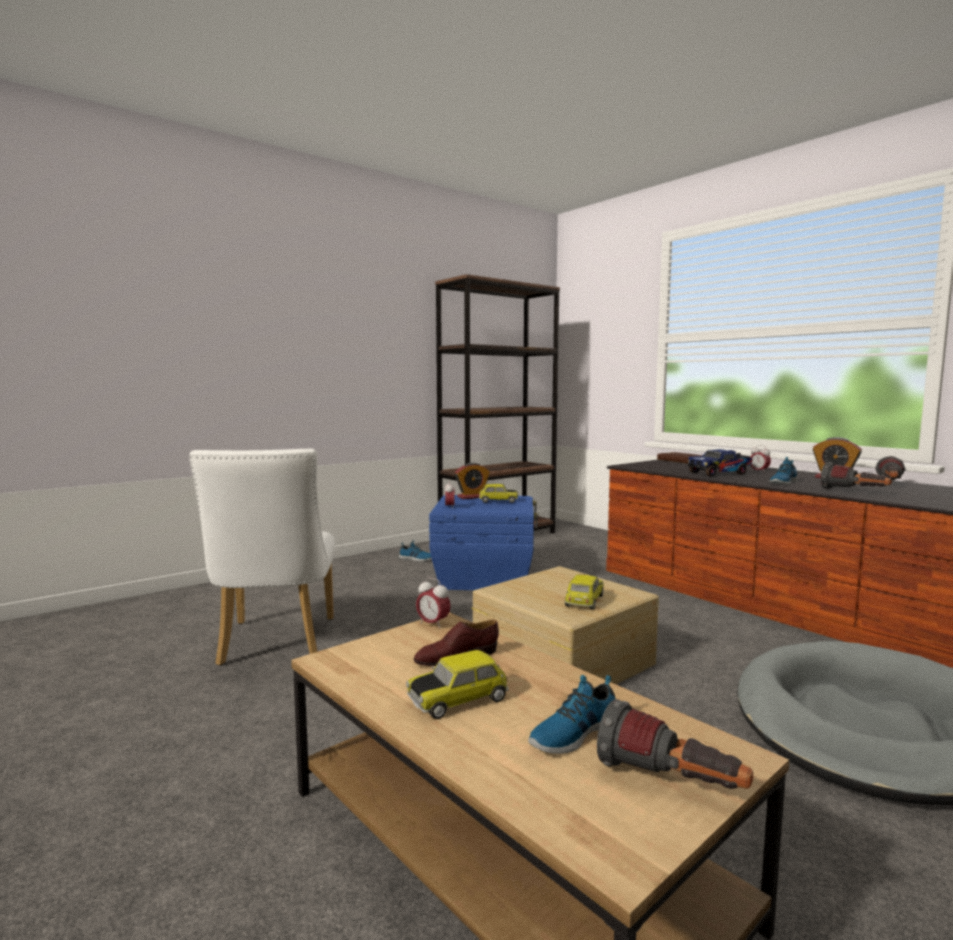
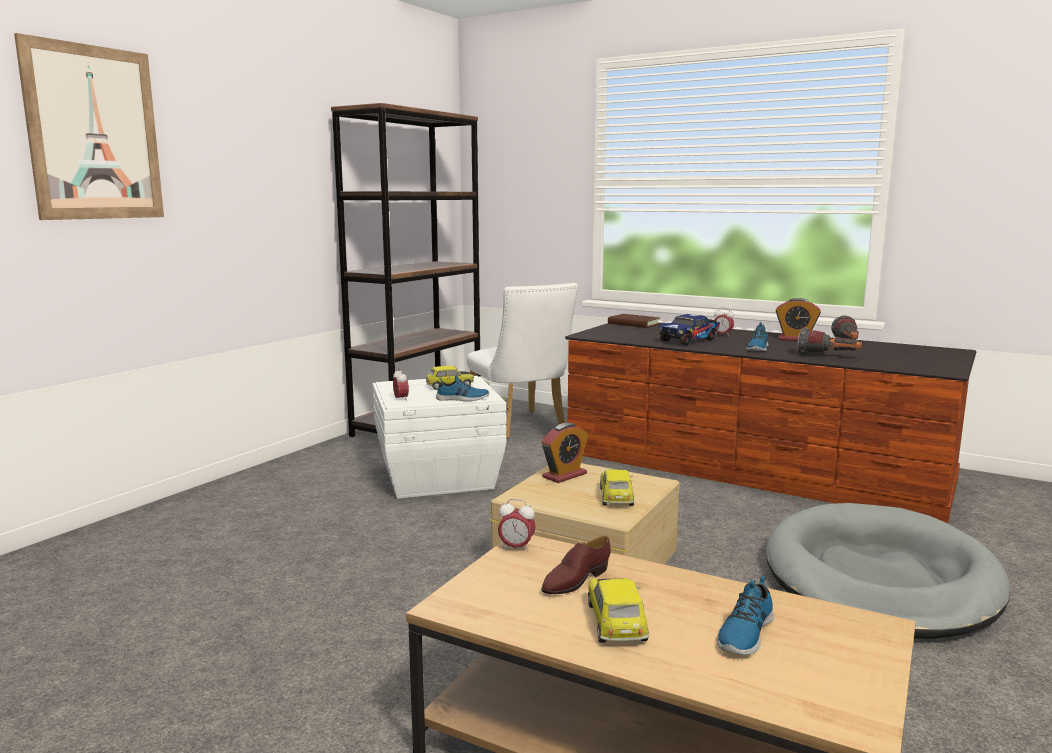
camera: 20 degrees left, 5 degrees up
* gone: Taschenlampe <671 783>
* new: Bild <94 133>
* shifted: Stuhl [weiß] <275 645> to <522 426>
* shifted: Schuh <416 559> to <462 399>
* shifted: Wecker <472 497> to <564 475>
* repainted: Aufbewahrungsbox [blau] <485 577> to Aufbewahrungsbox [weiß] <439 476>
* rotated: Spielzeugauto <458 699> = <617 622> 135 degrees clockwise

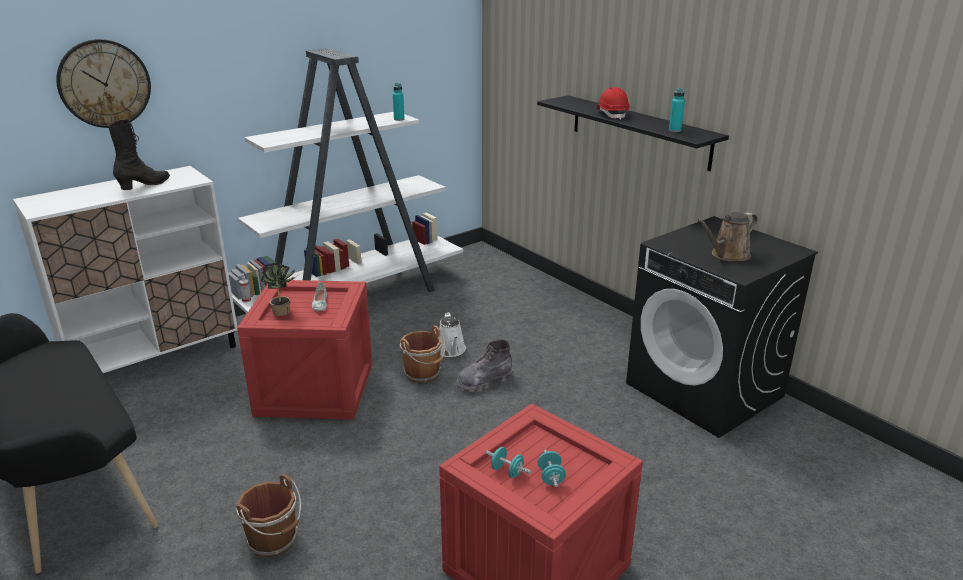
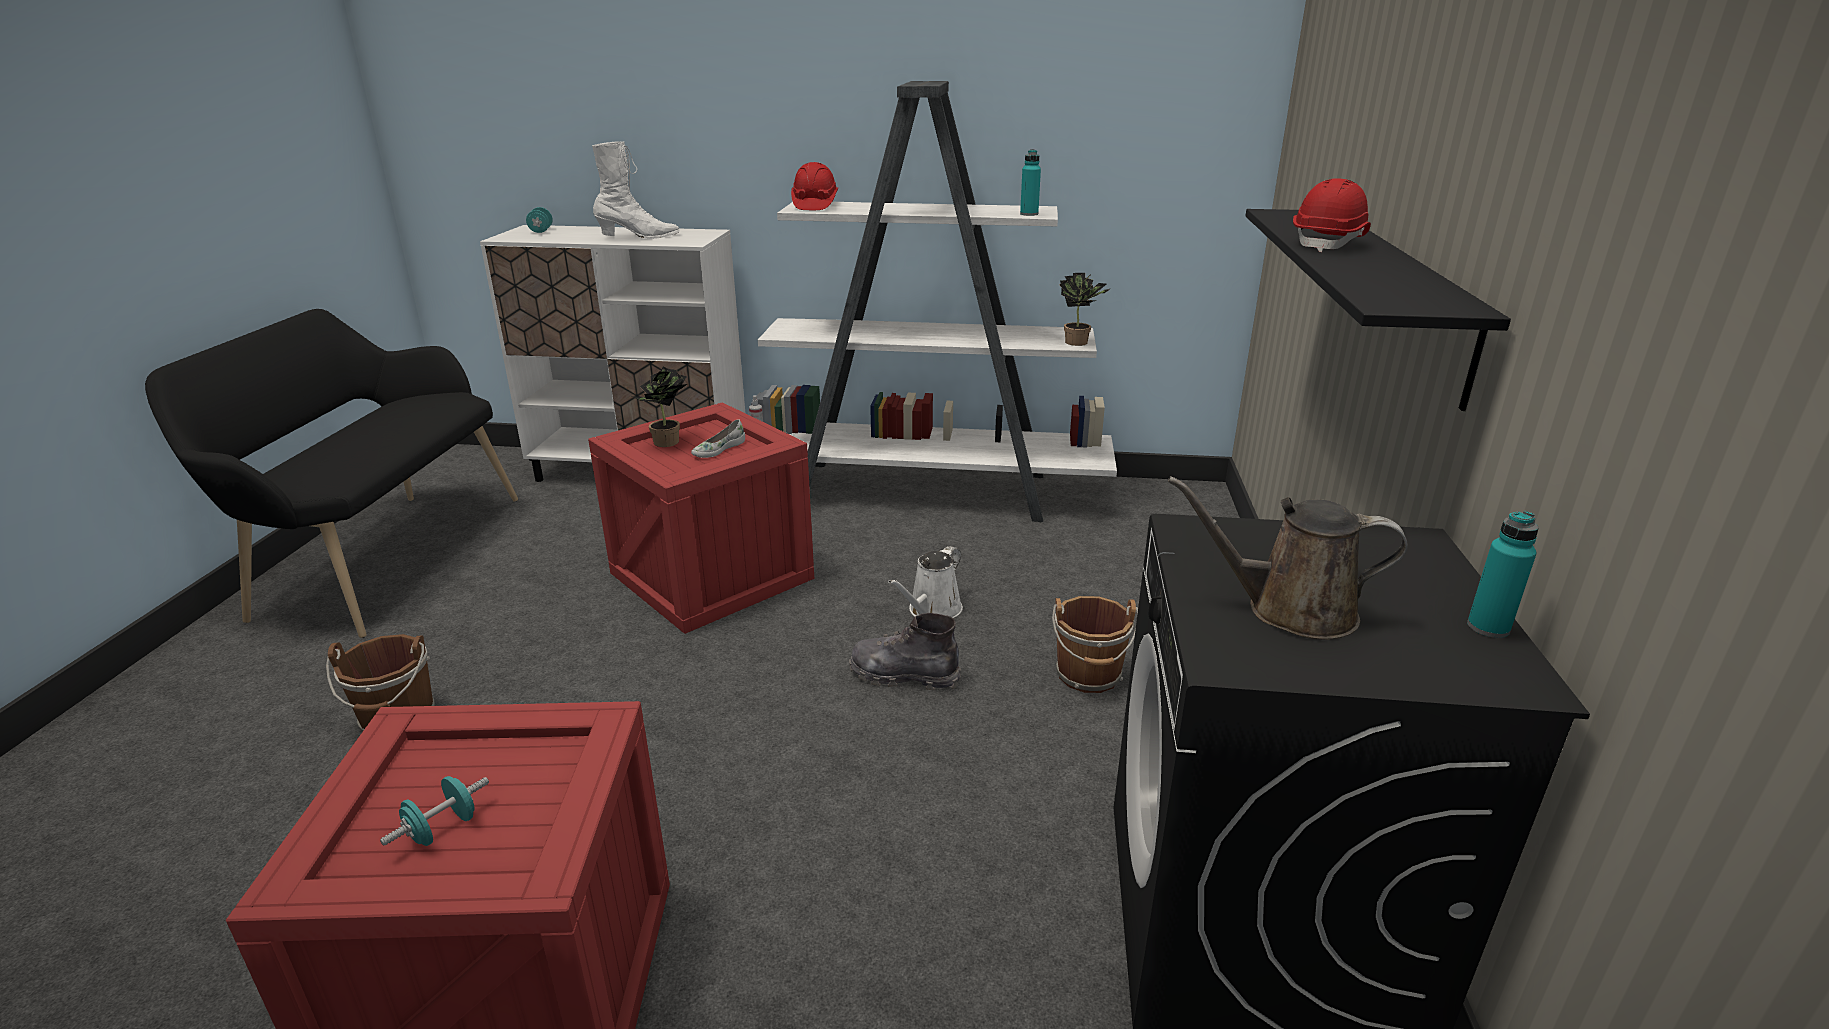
camera: 45 degrees right, 0 degrees up
* gone: Wanduhr <104 84>
* new: Schutzhelm [rot] <814 206>
* new: Topfpflanze <1080 342>
* shifted: Eimer [braun] <423 374> to <1089 676>
* shifted: Hantel [türkis] <507 471> to <541 231>
* shifted: Flasche [türkis] <674 130> to <1488 627>
* repainted: Stiefel [schwarz] <145 185> to Stiefel [weiß] <639 237>

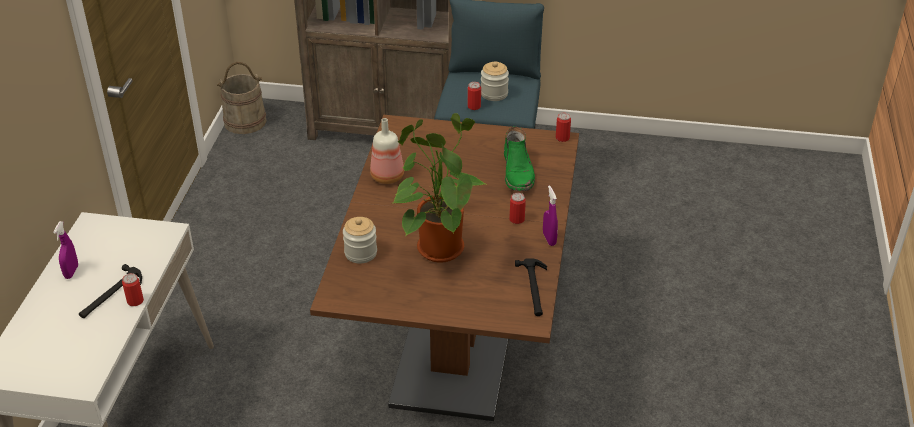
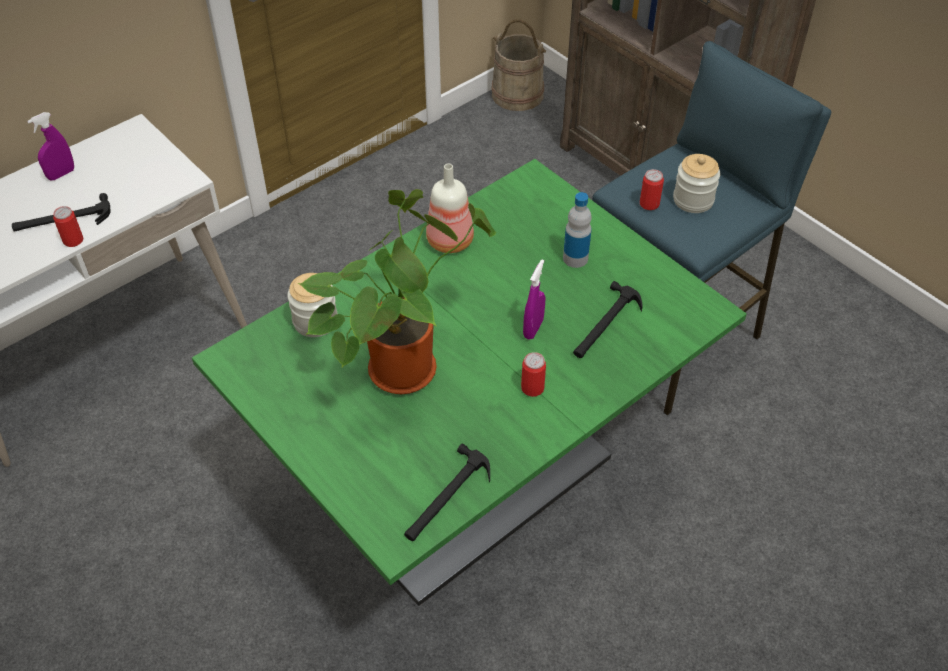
camera: 40 degrees right, 10 degrees up
* gone: Dose <562 138>
* new: Flasche <575 258>
* shifted: Sprühflasche [lila] <549 239> to <533 329>
* swapped: Stiefel [grün] <518 172> to Hammer <605 324>
* repainted: Esstisch [braun] <456 344> to Esstisch [grün] <473 483>

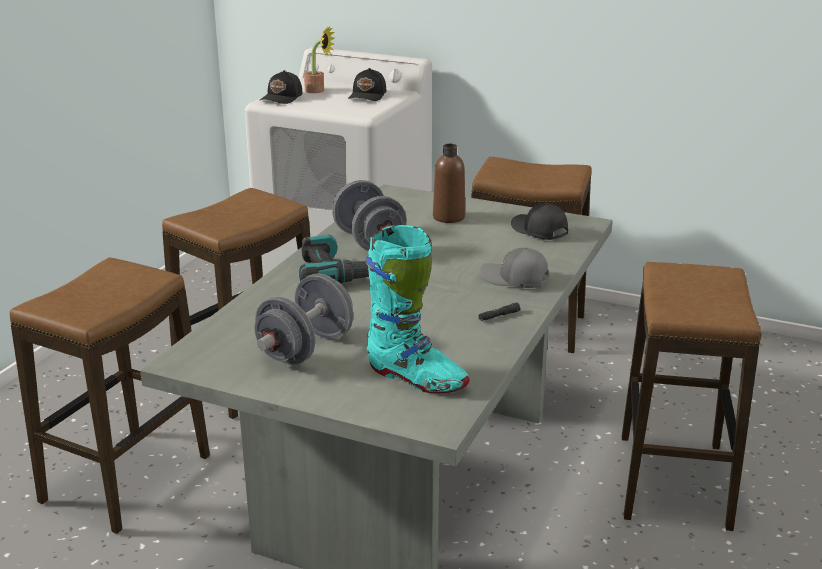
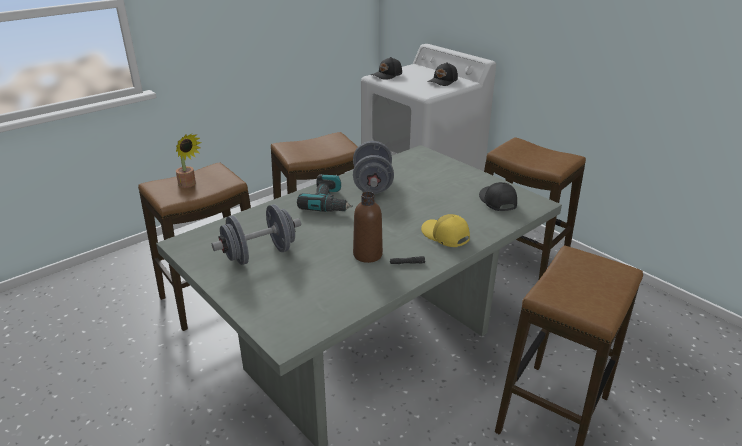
camera: 25 degrees right, 5 degrees up
* gone: Stiefel [türkis] <416 378>
* shifted: Topfpflanze <318 91> to <189 185>
* shifted: Flasche [braun] <448 217> to <367 254>
* repainted: Kappe [grau] <514 279> to Kappe [gelb] <445 236>

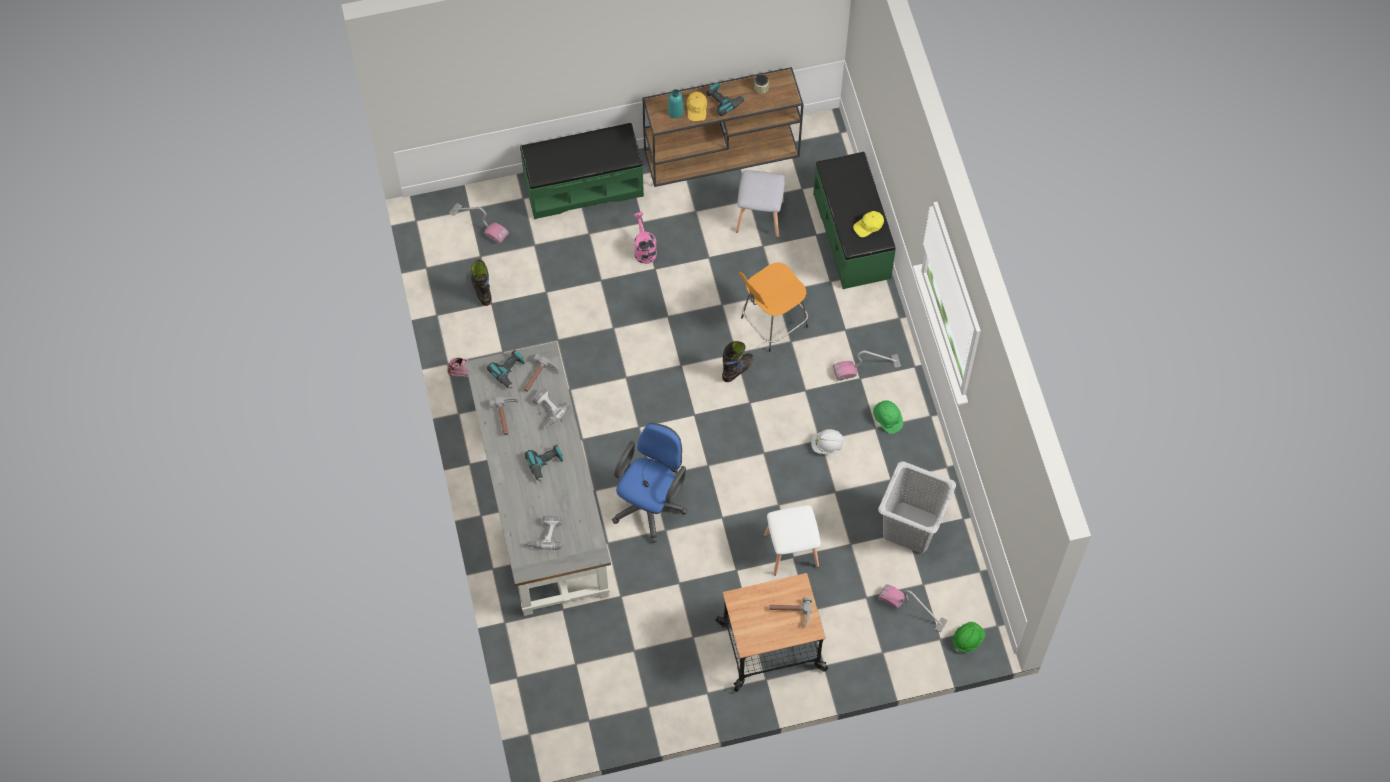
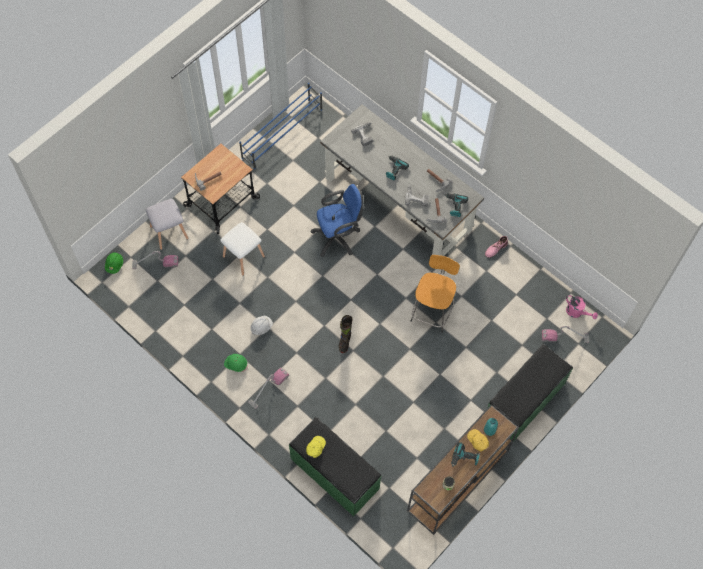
camera: 145 degrees right, 0 degrees up
* gone: Stiefel [schwarz] <481 290>
* gone: Wäschekorb [grau] <911 528>
* new: Schuhregal [blau] <282 133>
* shifted: Gießkanne [rosa] <644 249> to <577 312>
* shifted: Hocker [grau] <760 217> to <168 232>
* shifted: Hocker [orange] <772 323> to <432 311>
* rotated: Bürostuhl [blau] <651 503> = <338 237> 105 degrees counterclockwise

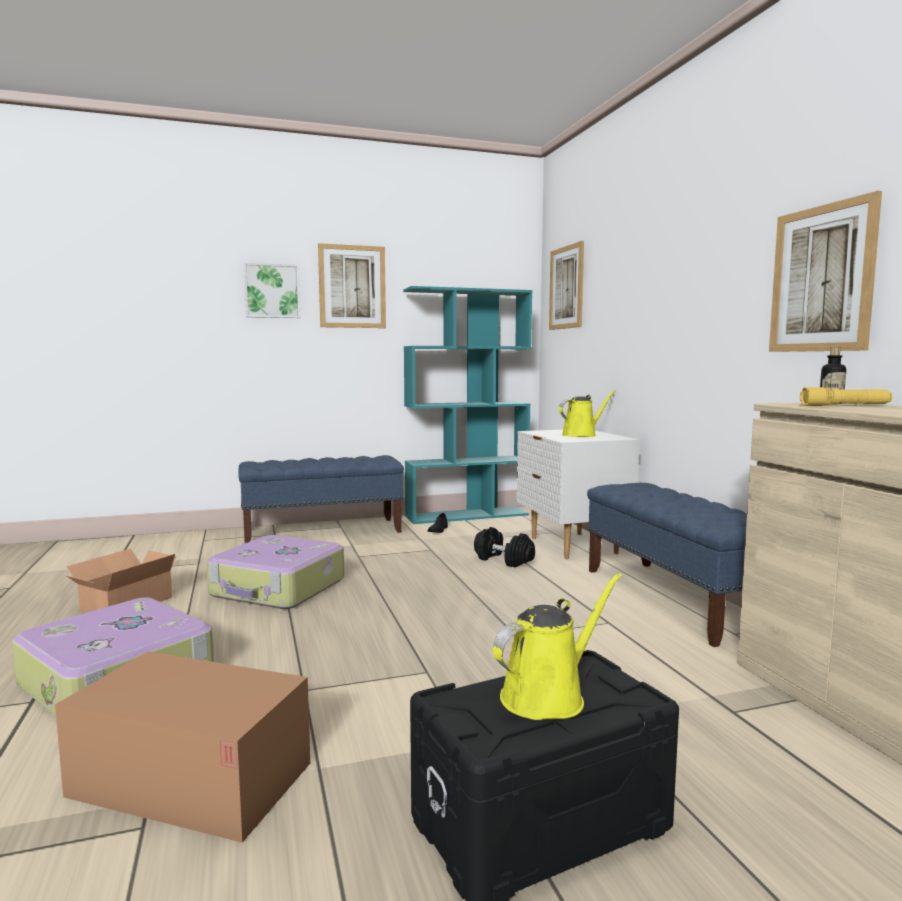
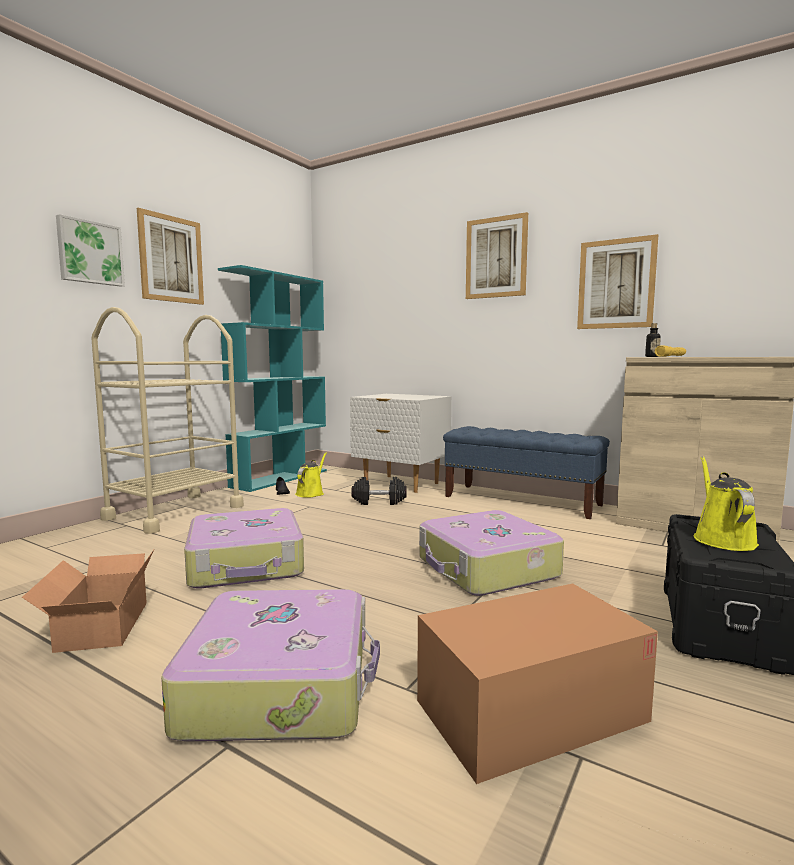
camera: 40 degrees left, 0 degrees up
* new: Koffer <486 568>
* shifted: Bild <566 287> to <496 257>
* shifted: Gießkanne [gelb] <581 435> to <311 493>
* swapped: Bank [blau] <323 531> to Rollwagen [beige] <175 512>

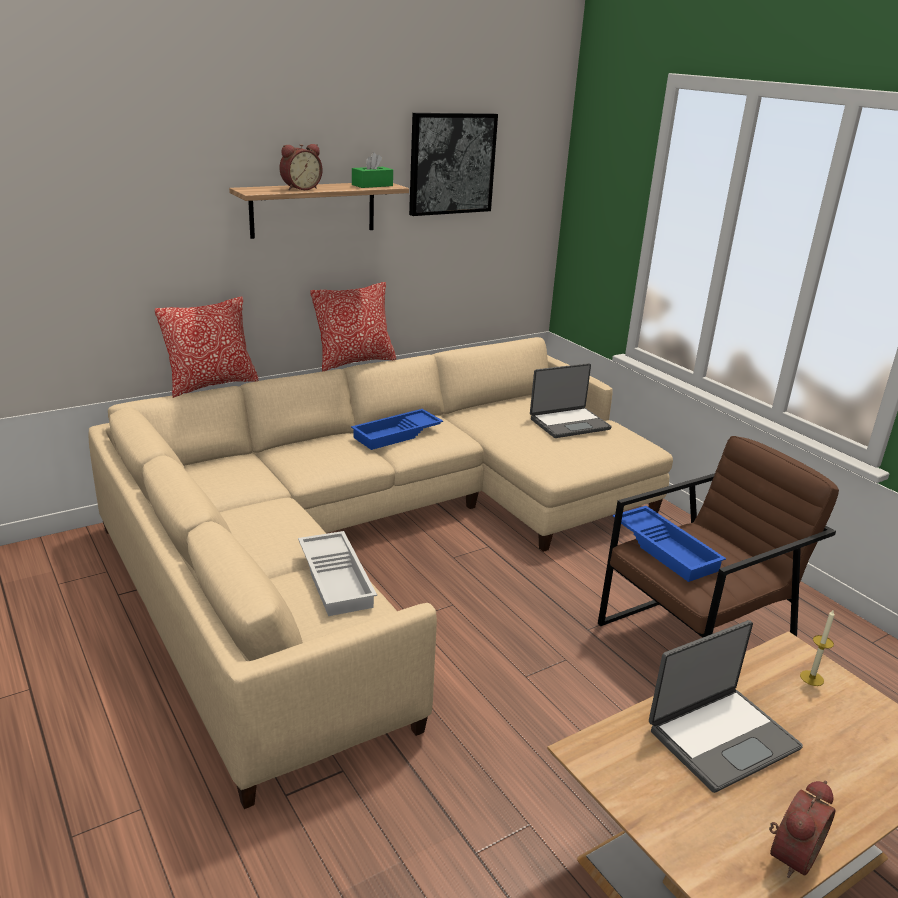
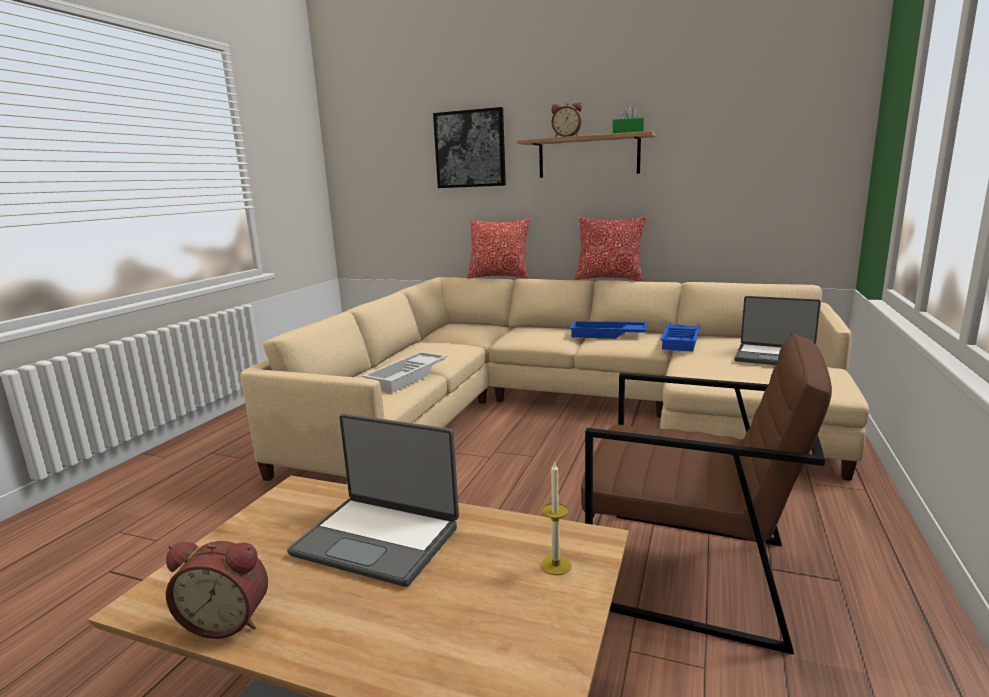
camera: 55 degrees right, 10 degrees down
* shifted: Bild <451 163> to <470 149>
* shifted: Tablett [blau] <666 549> to <682 340>

